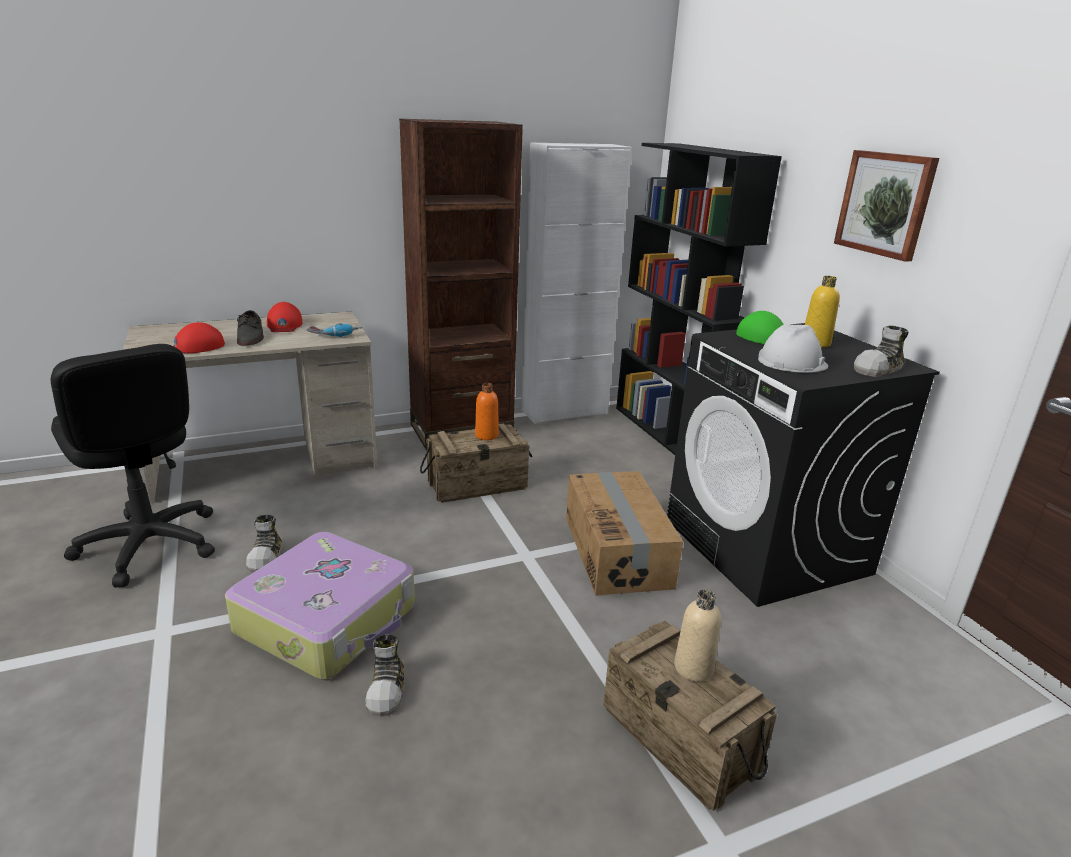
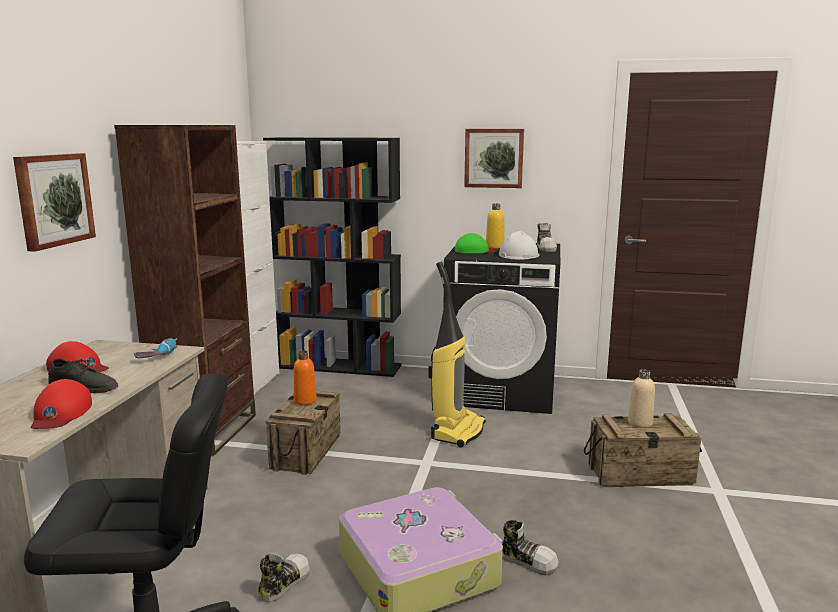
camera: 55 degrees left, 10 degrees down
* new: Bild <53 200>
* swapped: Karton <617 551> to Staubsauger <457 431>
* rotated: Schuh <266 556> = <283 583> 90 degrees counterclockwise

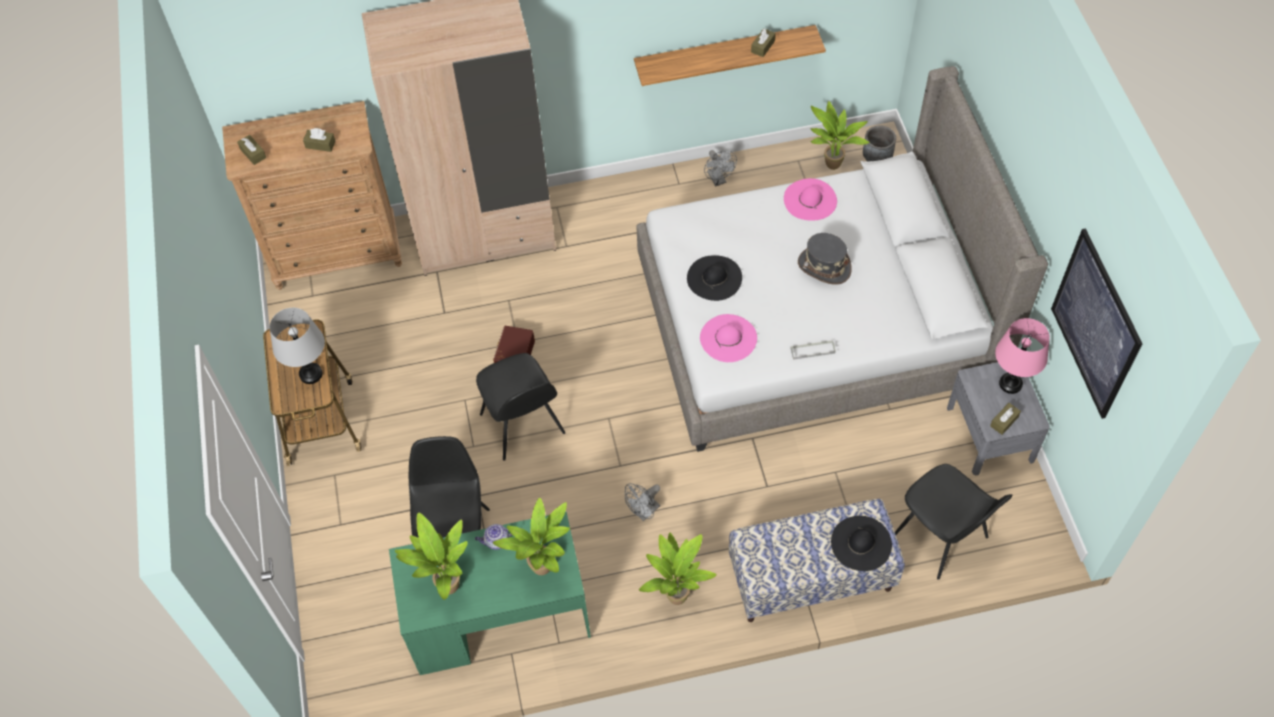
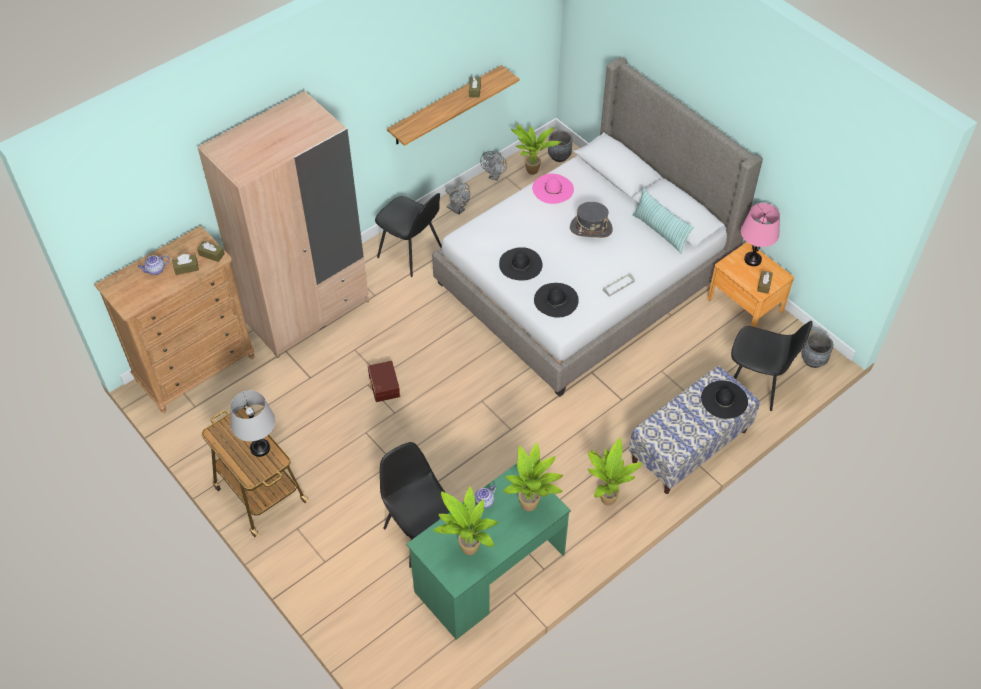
camera: 30 degrees left, 5 degrees down
* gone: Bild <1095 324>
* new: Teekanne <155 270>
* new: Kissen <660 231>
* new: Pflanzkübel [grau] <813 360>
* shifted: Taschentuchbox [braun] <253 153> to <211 254>
* shifted: Stuhl [schwarz] <523 425> to <411 253>
* shifted: Ventilator [grau] <644 512> to <494 176>
* repainted: Hut [rosa] <728 338> to Hut [schwarz] <556 300>
* repainted: Nachttisch [grau] <990 434> to Nachttisch [braun] <745 304>

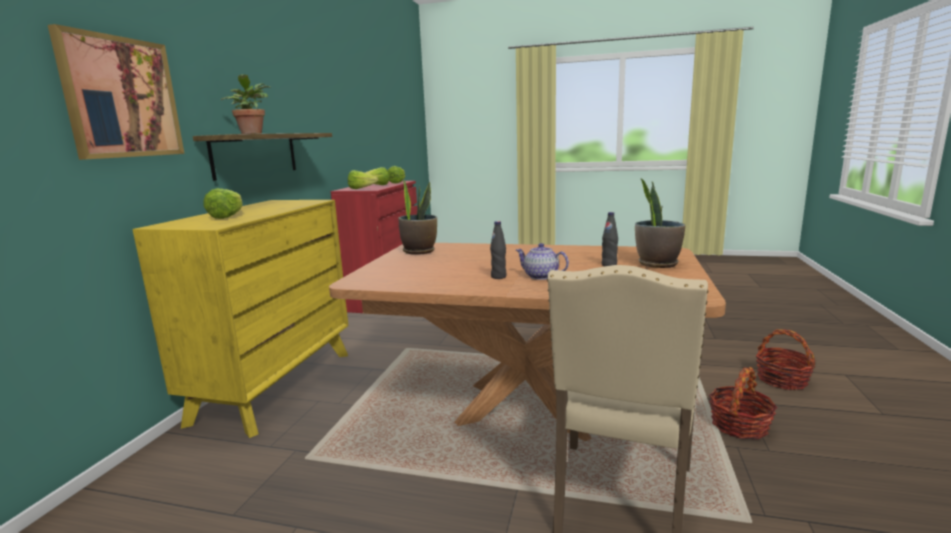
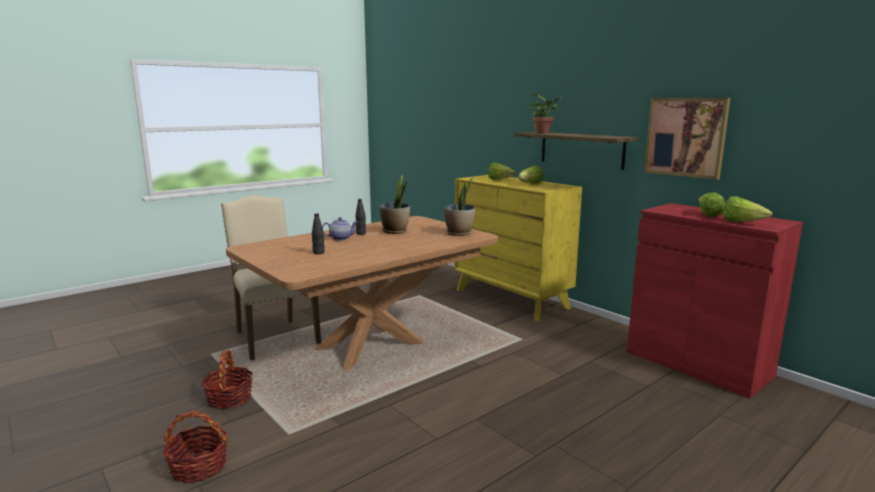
camera: 125 degrees right, 0 degrees up
* shifted: Bild <121 98> to <685 137>
* shifted: Salatkopf <362 189> to <530 184>
* shifted: Topfpflanze <657 264> to <395 231>

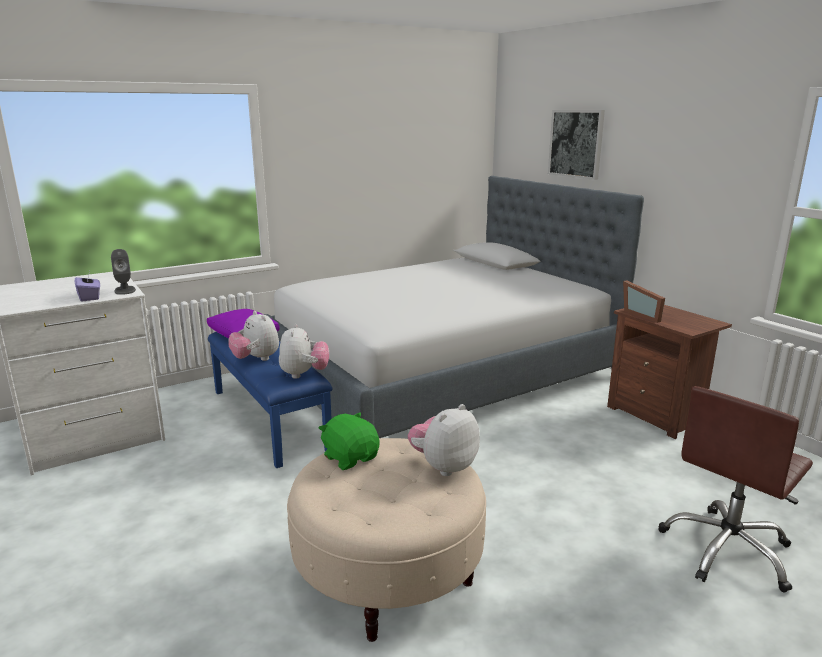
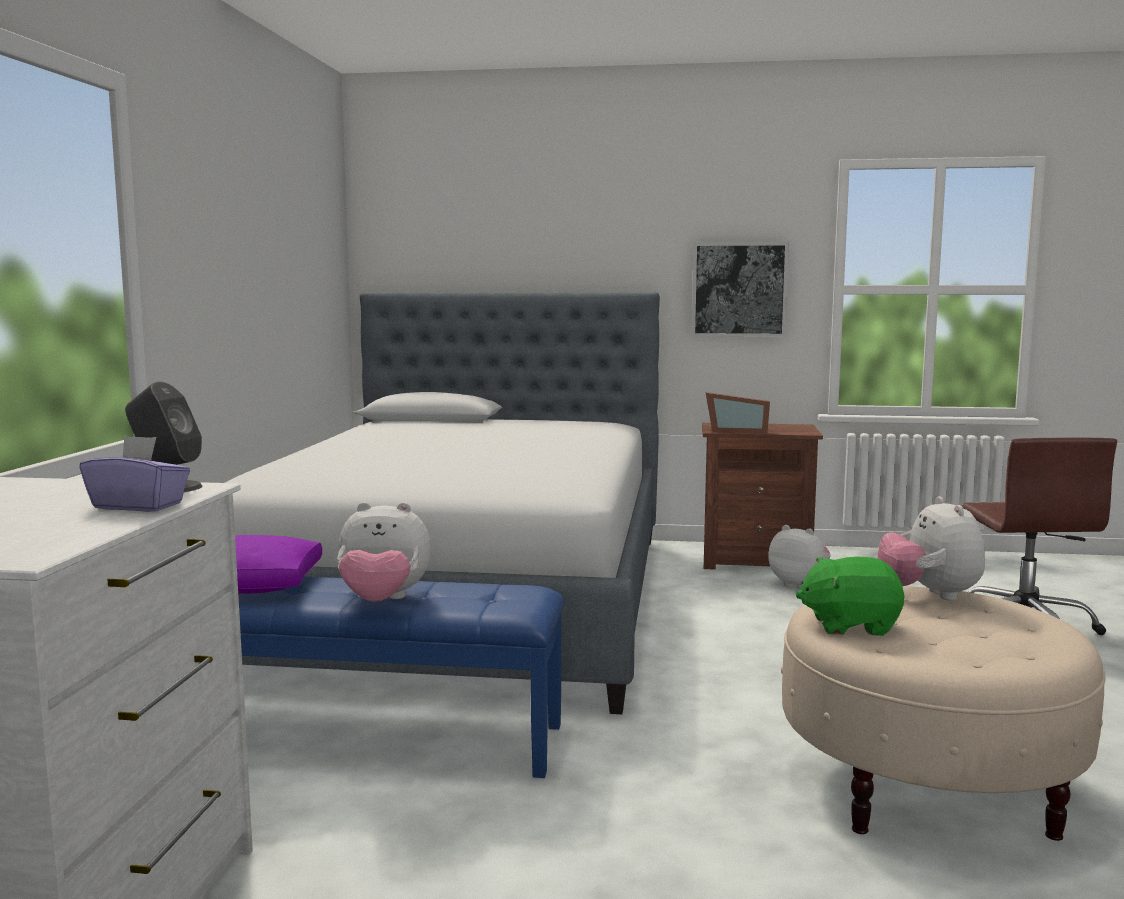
camera: 50 degrees left, 10 degrees down
* shifted: Plüschtier <304 374> to <799 584>
* shifted: Bild <576 143> to <739 289>

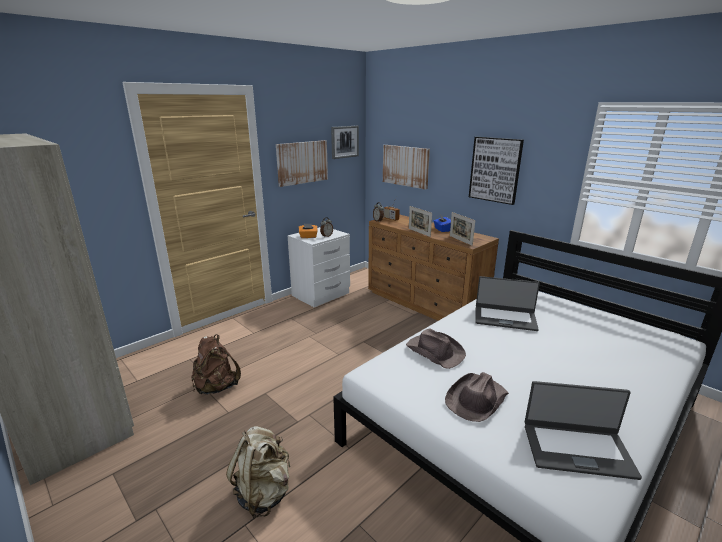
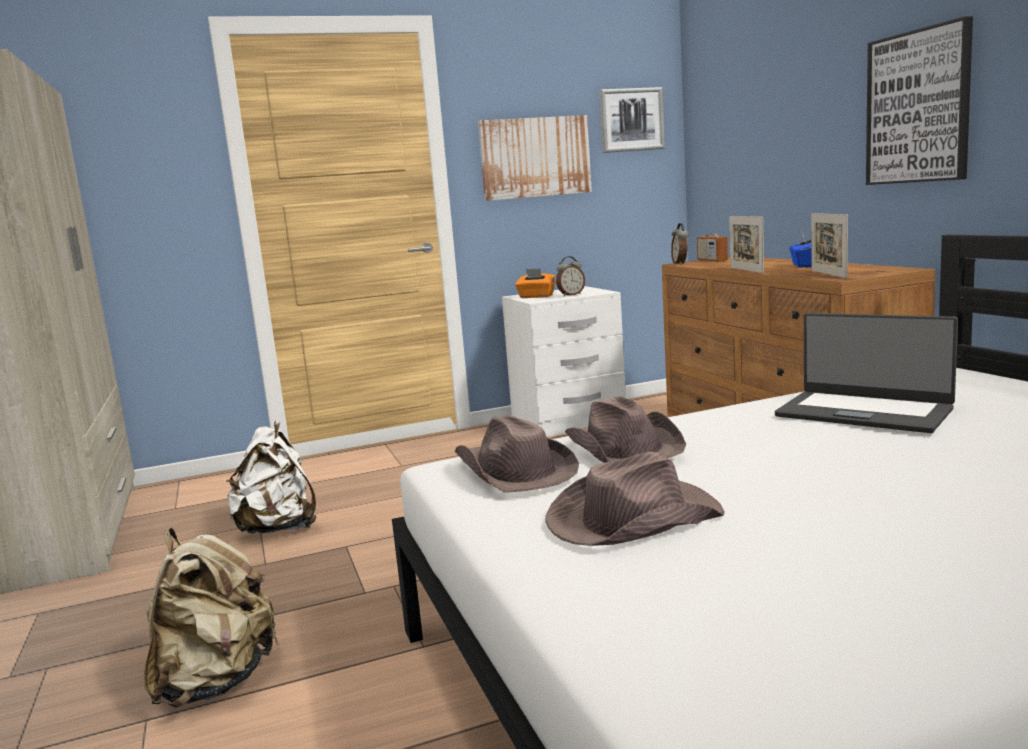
camera: 25 degrees right, 10 degrees down
* gone: Bild <405 166>
* gone: Laptop <577 449>
* new: Hut [braun] <513 471>
* repainted: Rucksack [braun] <216 387> to Rucksack [weiß] <278 529>

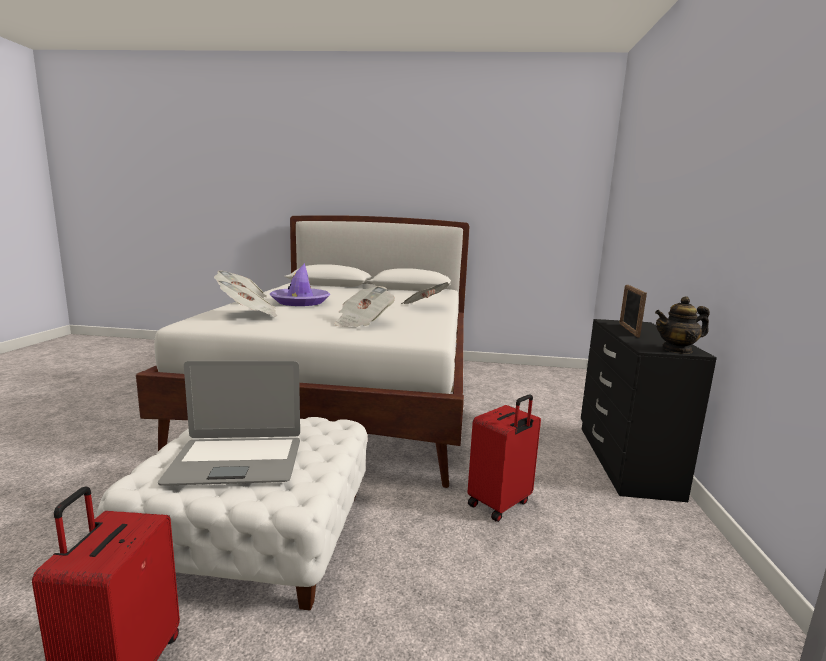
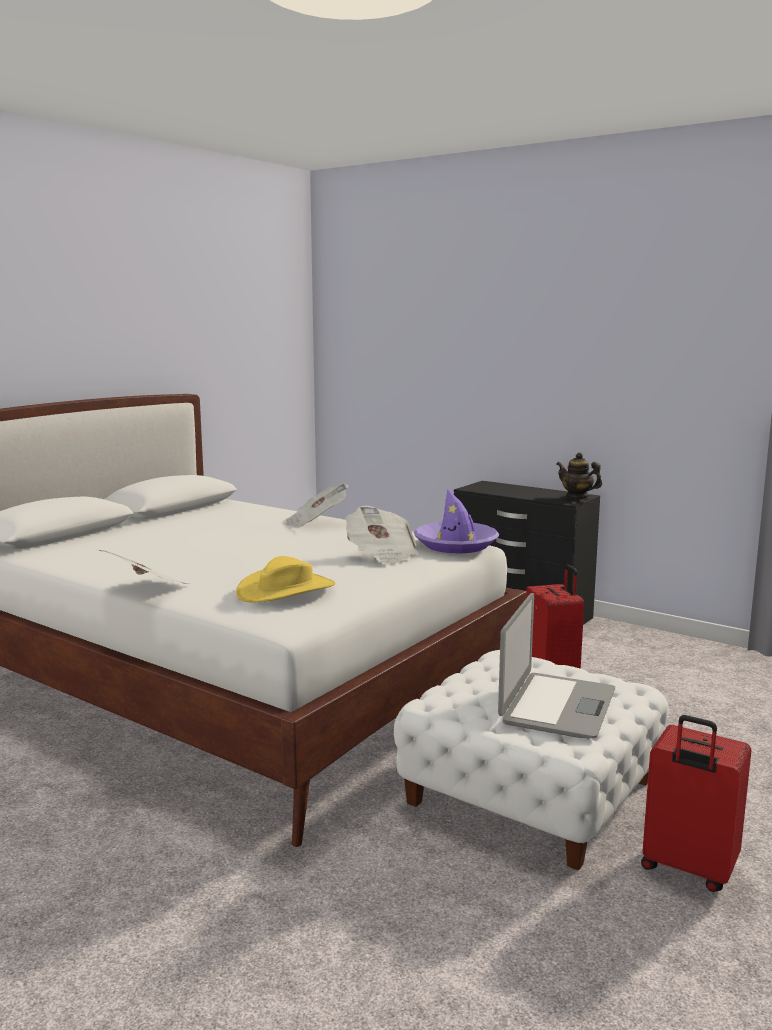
camera: 60 degrees left, 0 degrees up
* gone: Bilderrahmen <628 330>
* shifted: Hut [lila] <300 302> to <456 545>
* swapped: Zeitung <250 314> to Hut [gelb] <286 590>
* rotated: Teekanne <677 350> = <577 497> 105 degrees clockwise

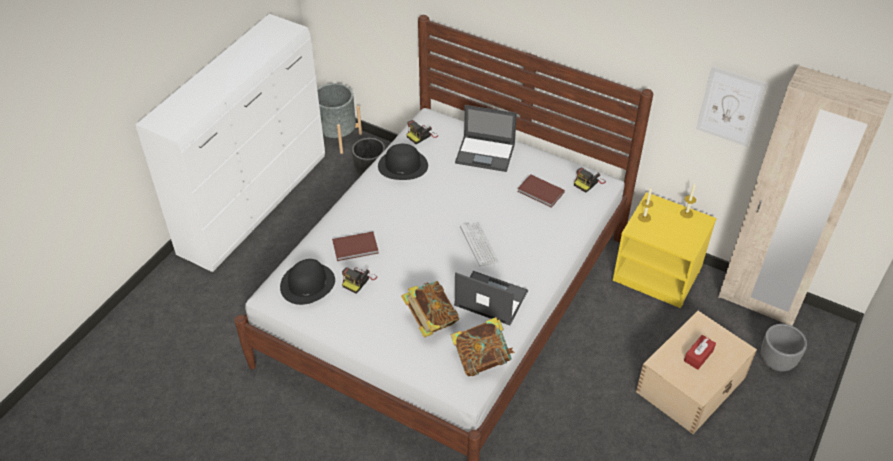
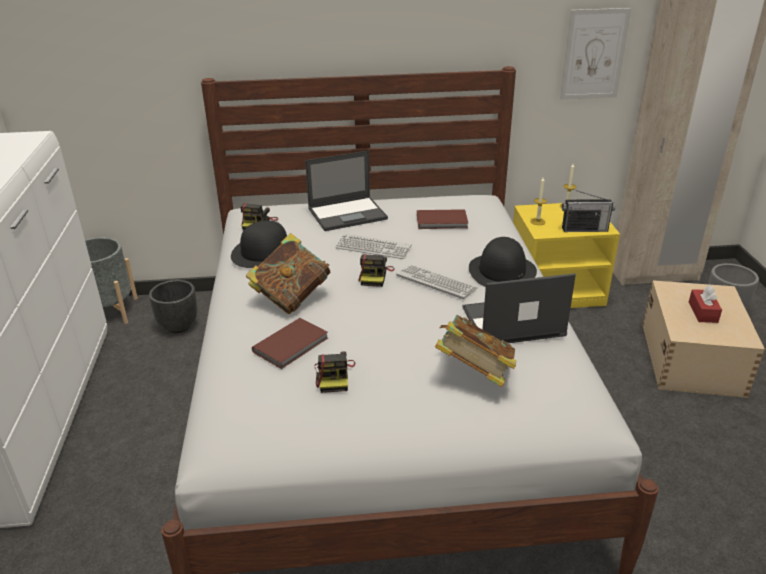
camera: 35 degrees left, 15 degrees down
* new: Tastatur <373 247>
* new: Radio <584 229>
* shifted: Hut [schwarz] <307 284> to <502 272>
* shifted: Buch <482 359> to <291 297>
* shifted: Kamera <588 182> to <375 276>

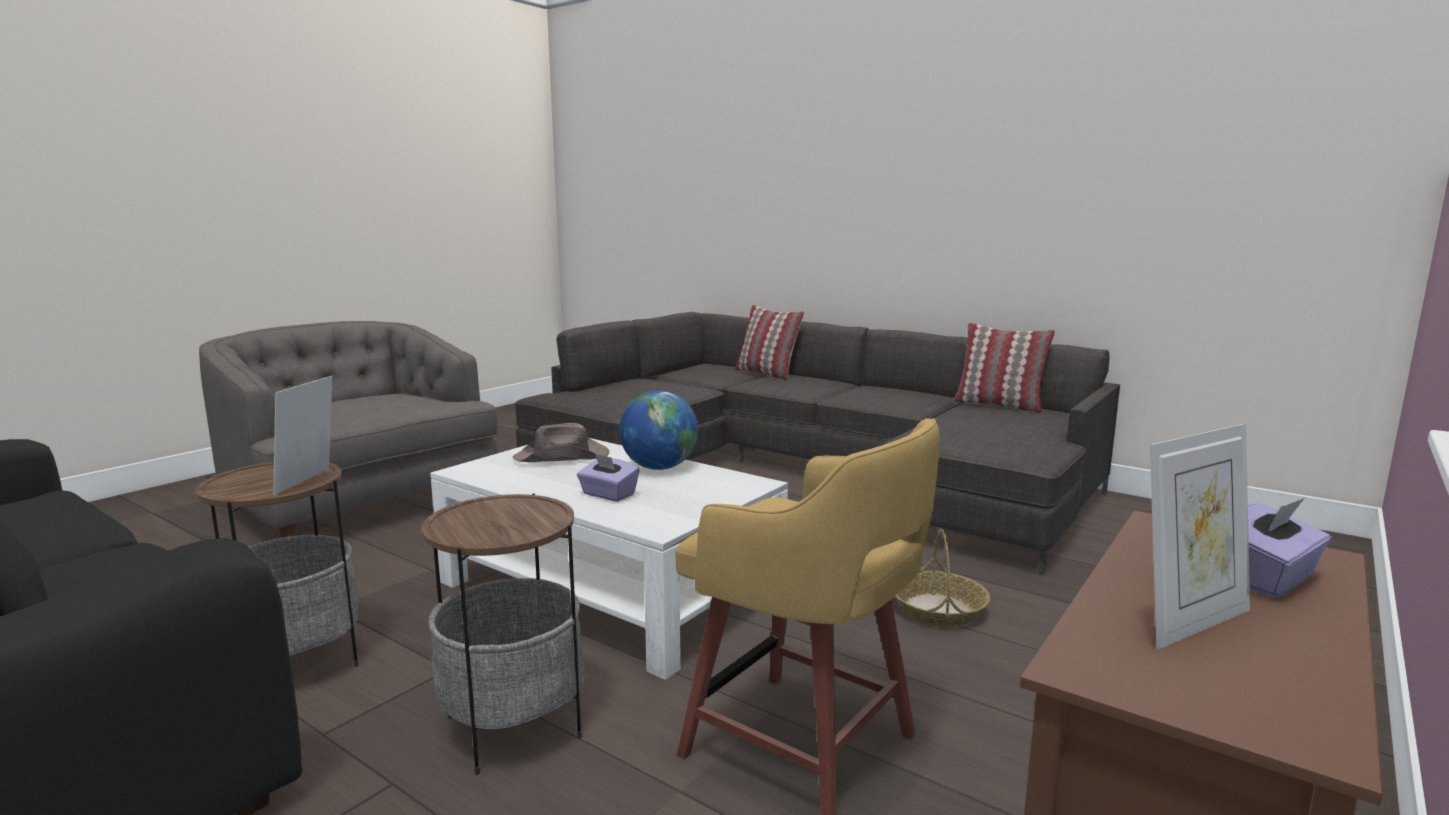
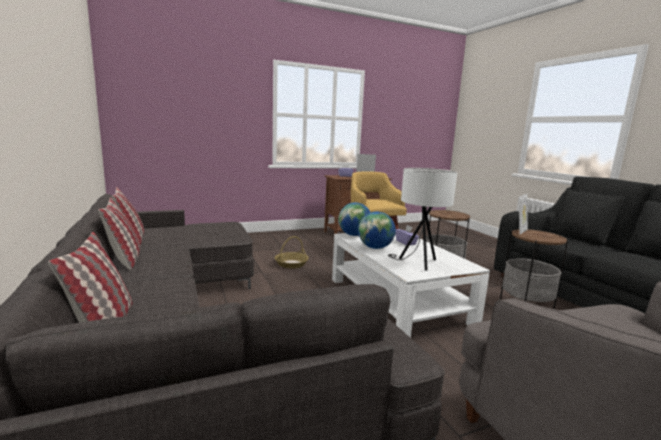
camera: 150 degrees left, 0 degrees up
* new: Kissen <124 260>
* new: Globus <354 235>
* swapped: Hut [braun] <562 457> to Tischlampe [weiß] <417 263>

